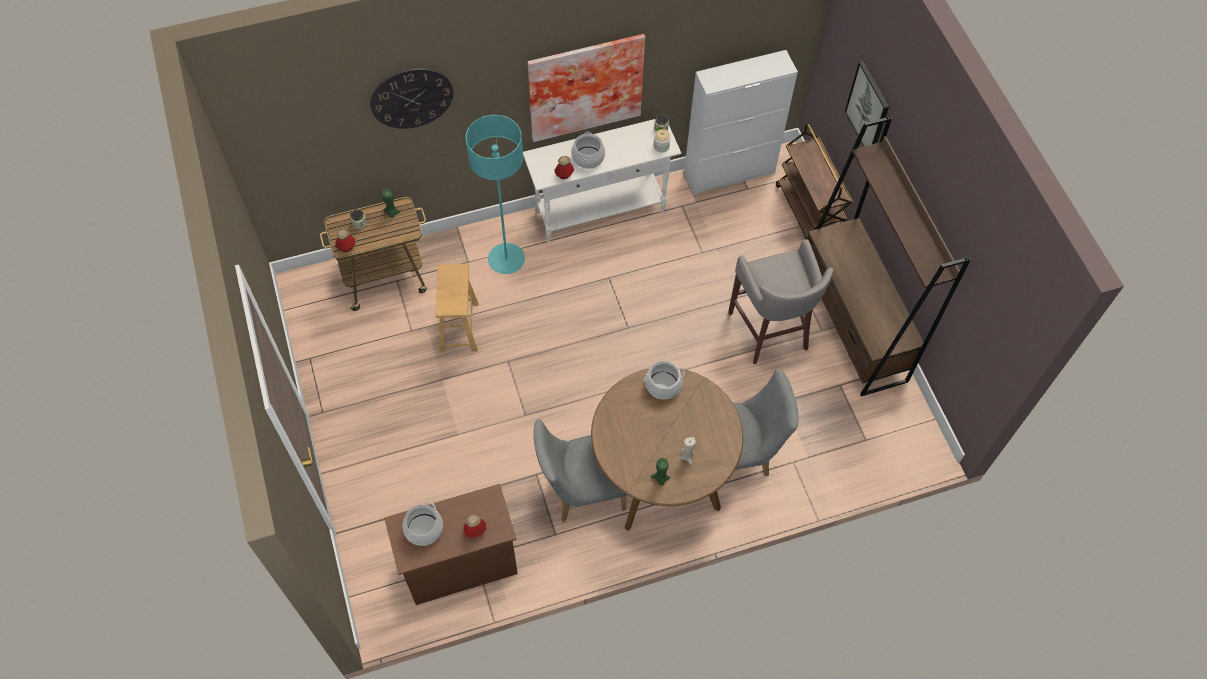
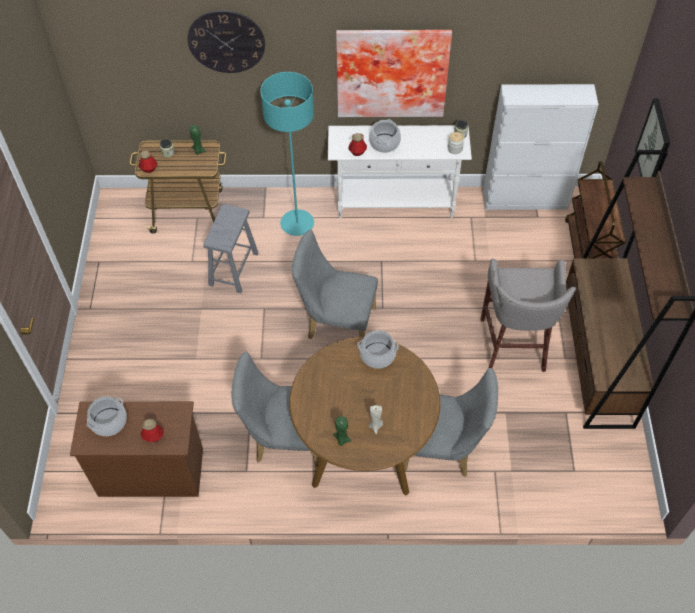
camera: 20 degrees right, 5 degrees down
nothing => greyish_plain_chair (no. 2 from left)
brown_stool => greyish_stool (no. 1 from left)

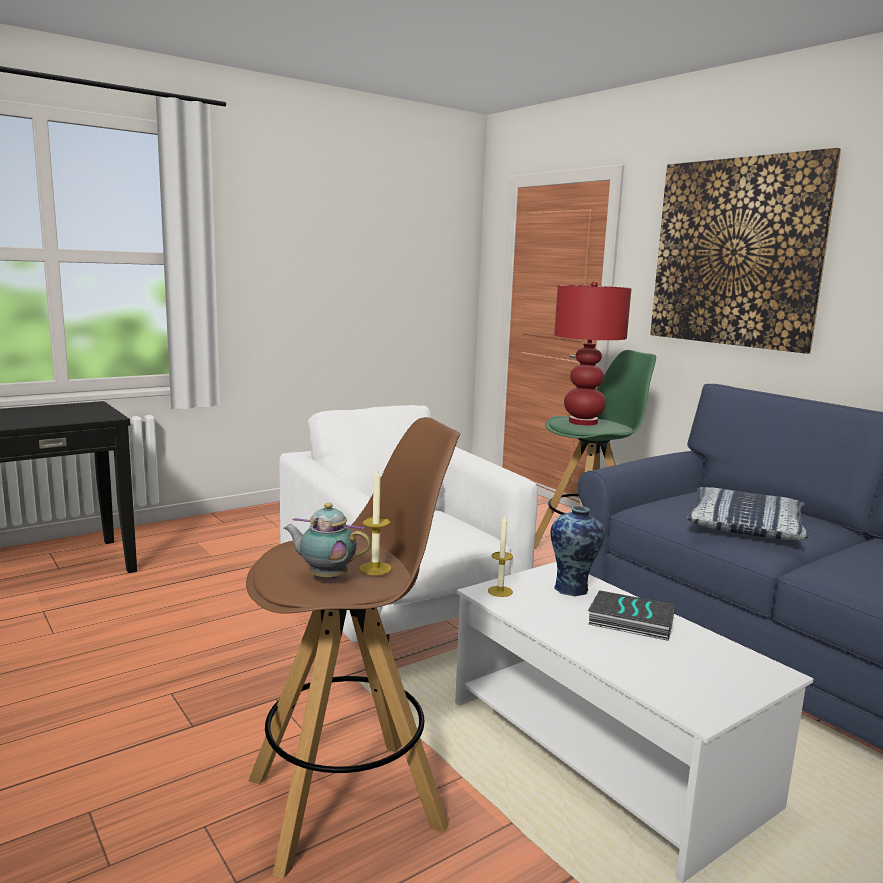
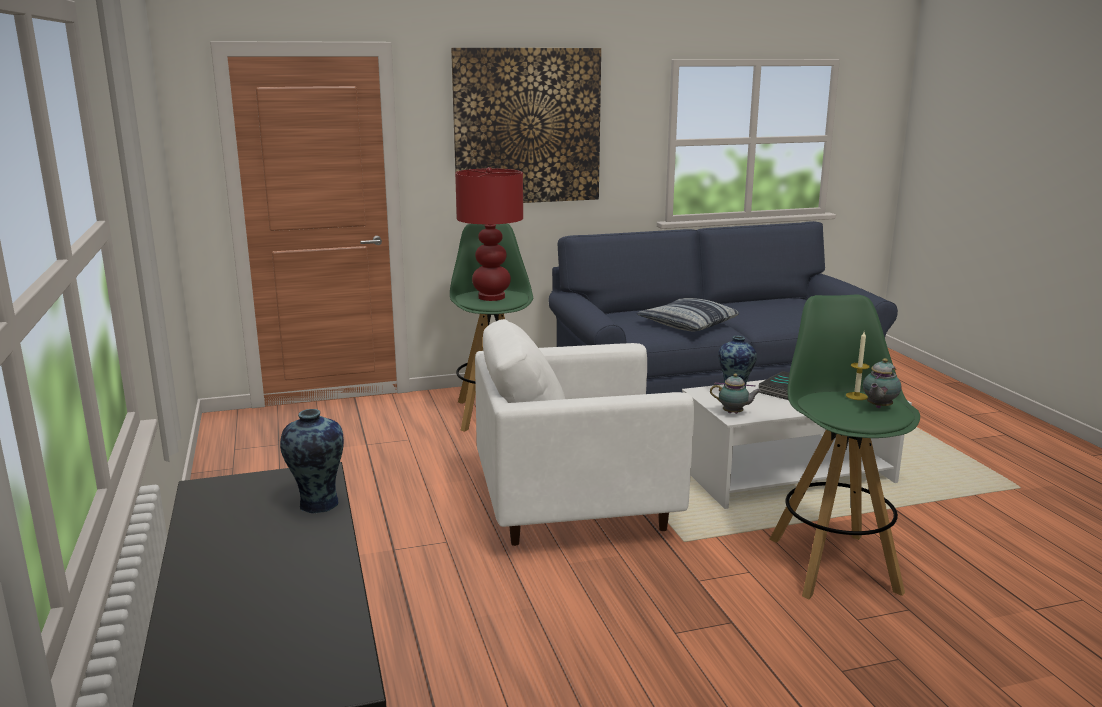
camera: 70 degrees left, 5 degrees up
nothing => vase (no. 1 from left)
wax_candle (no. 2 from left) => teapot (no. 1 from left)
brown_stool => green_stool (no. 2 from left)

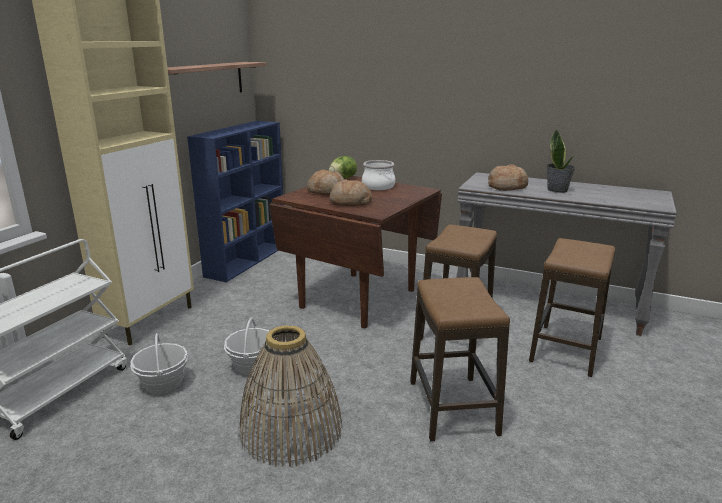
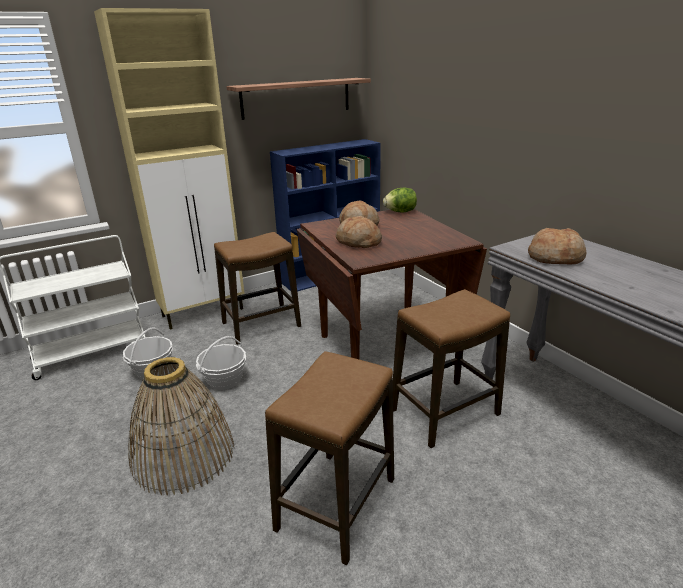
camera: 35 degrees right, 5 degrees up
saucepot => nothing
houseplant => nothing
stool (no. 3 from left in the first image) => stool (no. 1 from left), shifted

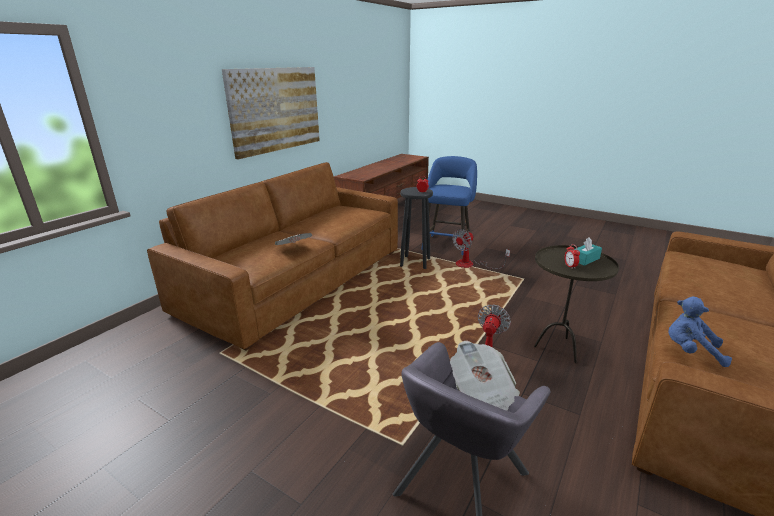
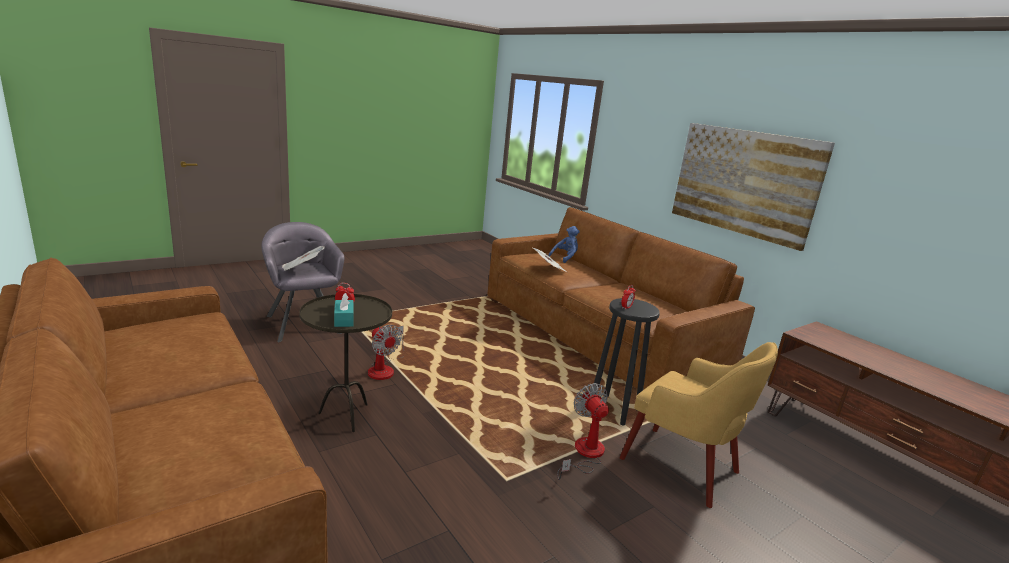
camera: 110 degrees right, 5 degrees down
bluish_cuddly_toy, shifted
bluish_stool => yellow_armchair

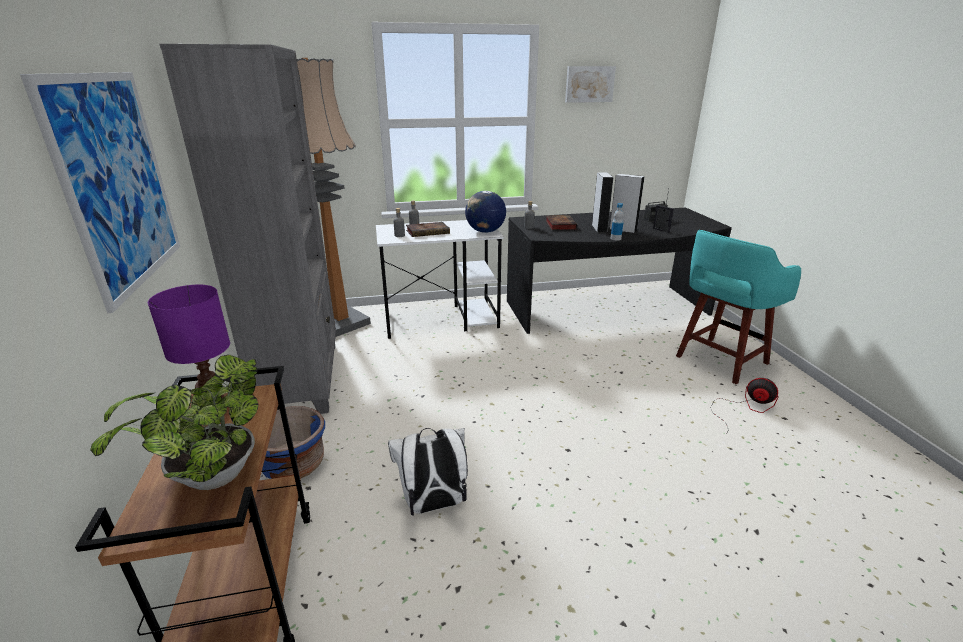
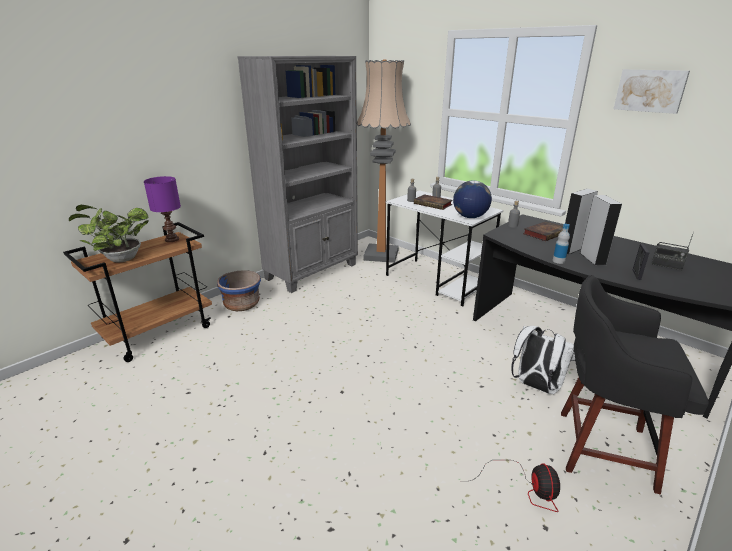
camera: 55 degrees right, 0 degrees up
wall_art (no. 1 from left) => nothing
white-coloured_backpack, shifted
turquoise_stool => black-coloured_stool

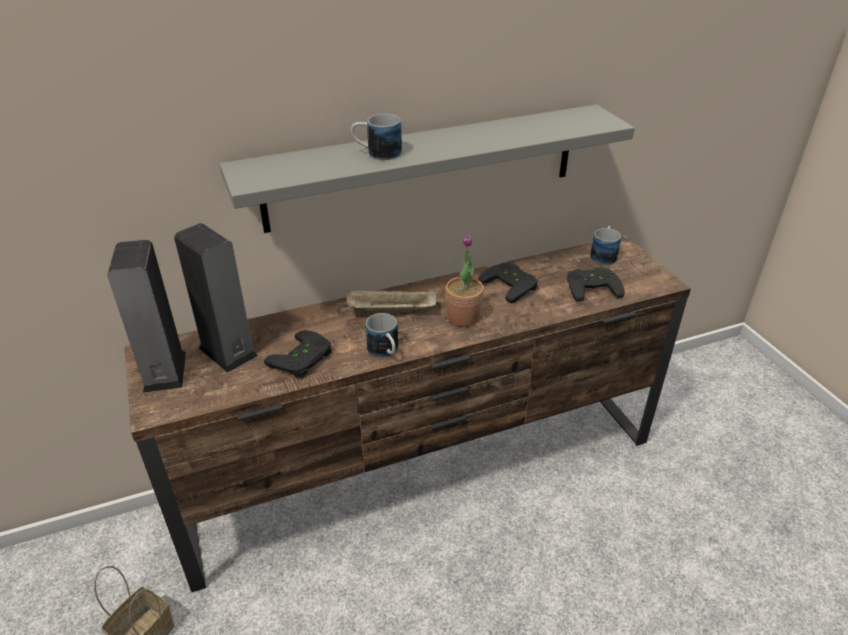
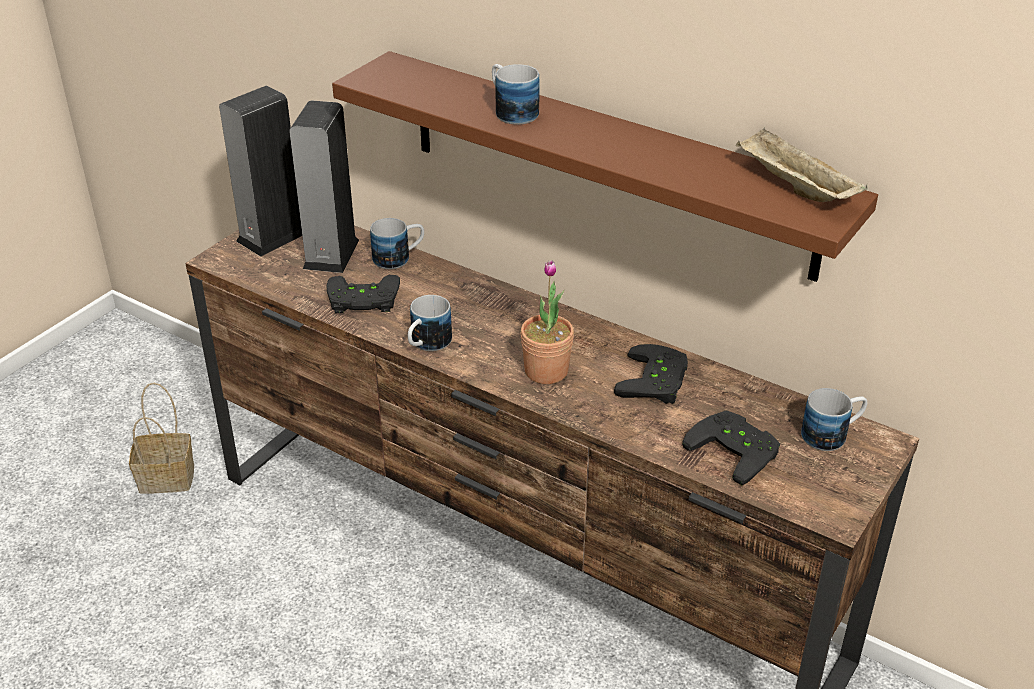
camera: 55 degrees right, 0 degrees up
nothing => mug (no. 1 from left)
sand-coloured_carrying_tray, shifted
greyish_wall_shelf => brown_wall_shelf

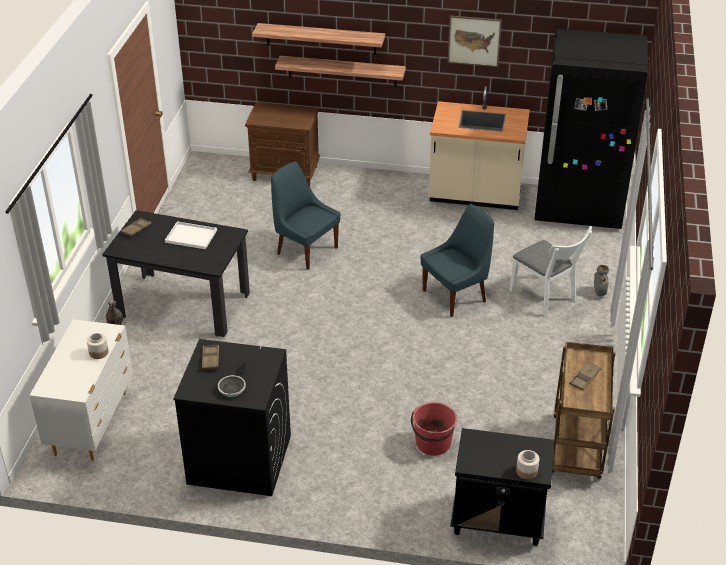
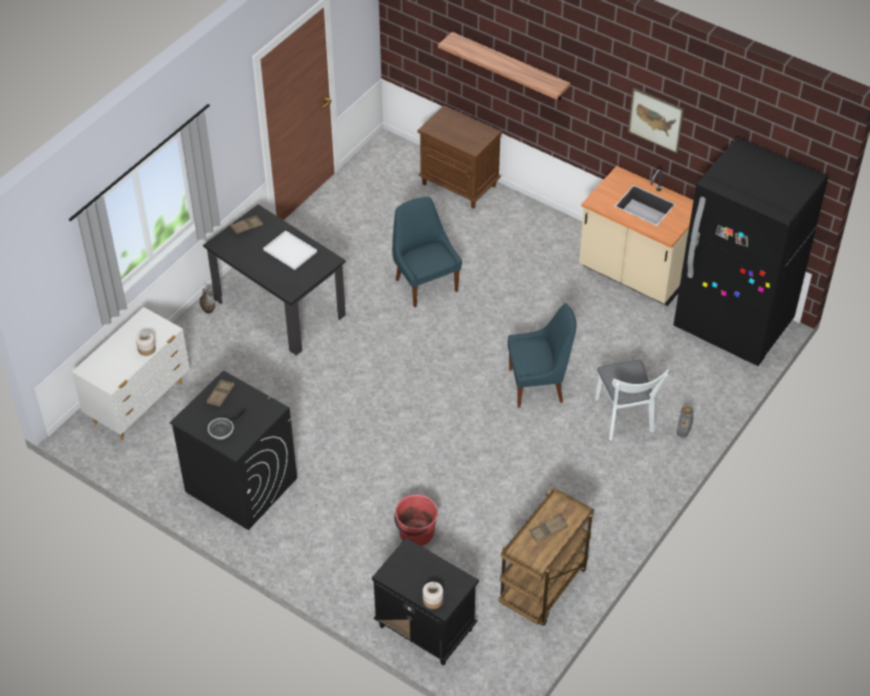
camera: 25 degrees right, 10 degrees up
wall_shelf (no. 2 from left) => nothing

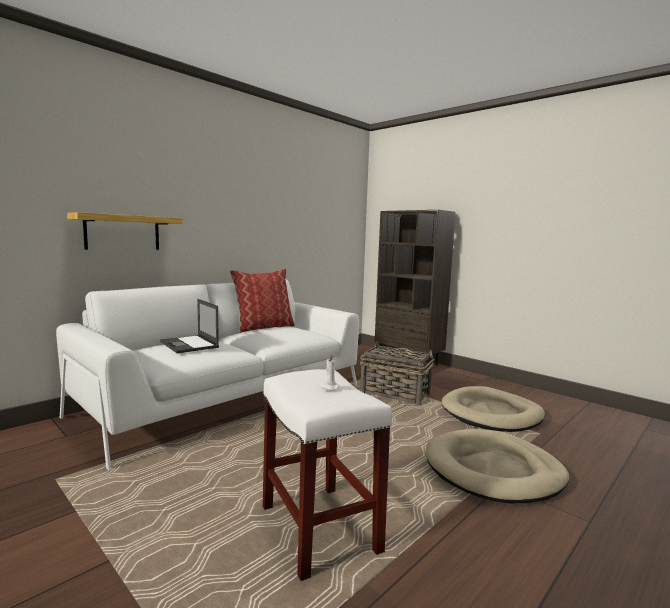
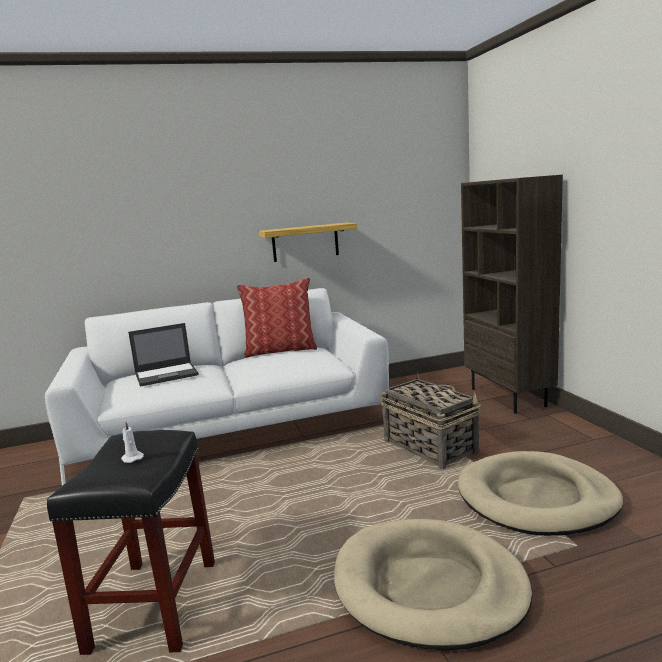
camera: 30 degrees right, 5 degrees up
wall_shelf, shifted
white-coloured_stool => black-coloured_stool
portable_computer, 105 degrees counterclockwise

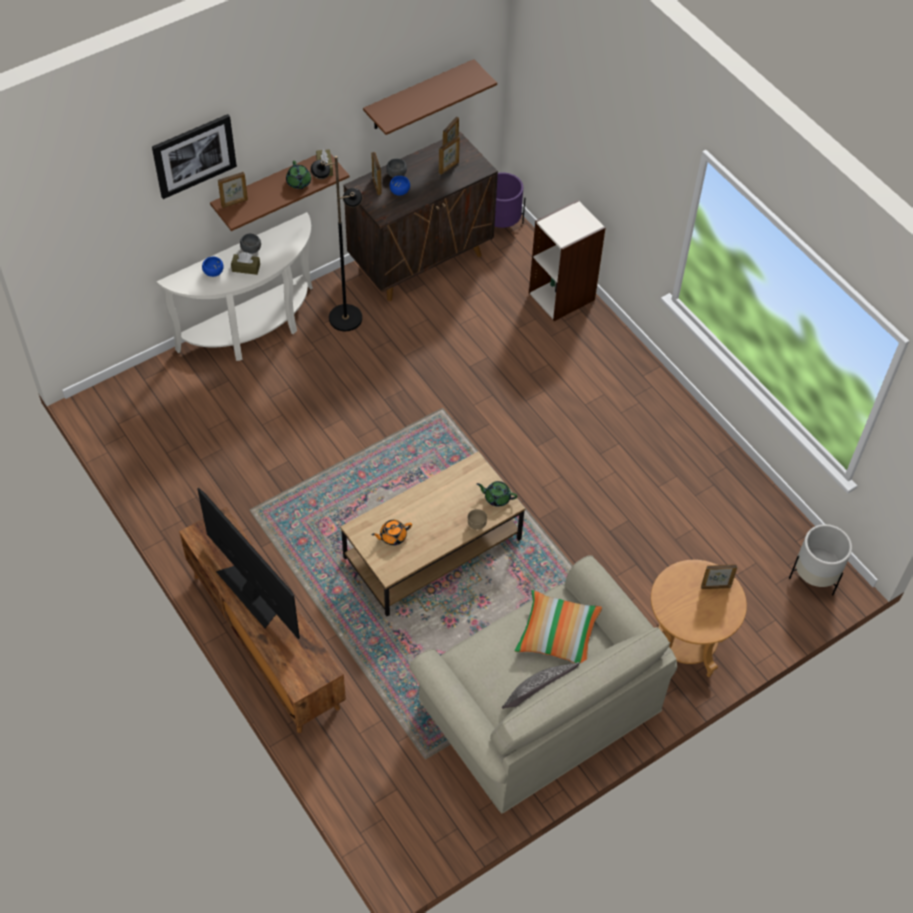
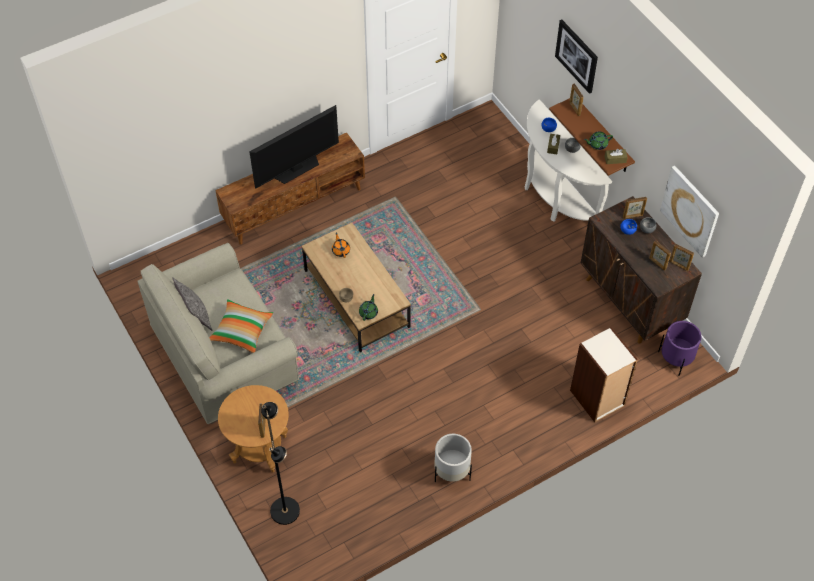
camera: 95 degrees right, 0 degrees up
black-coloured_standard_lamp, shifted
white-coloured_flower_pot, shifted
brown_wall_shelf (no. 2 from left) => wall_art (no. 2 from left)

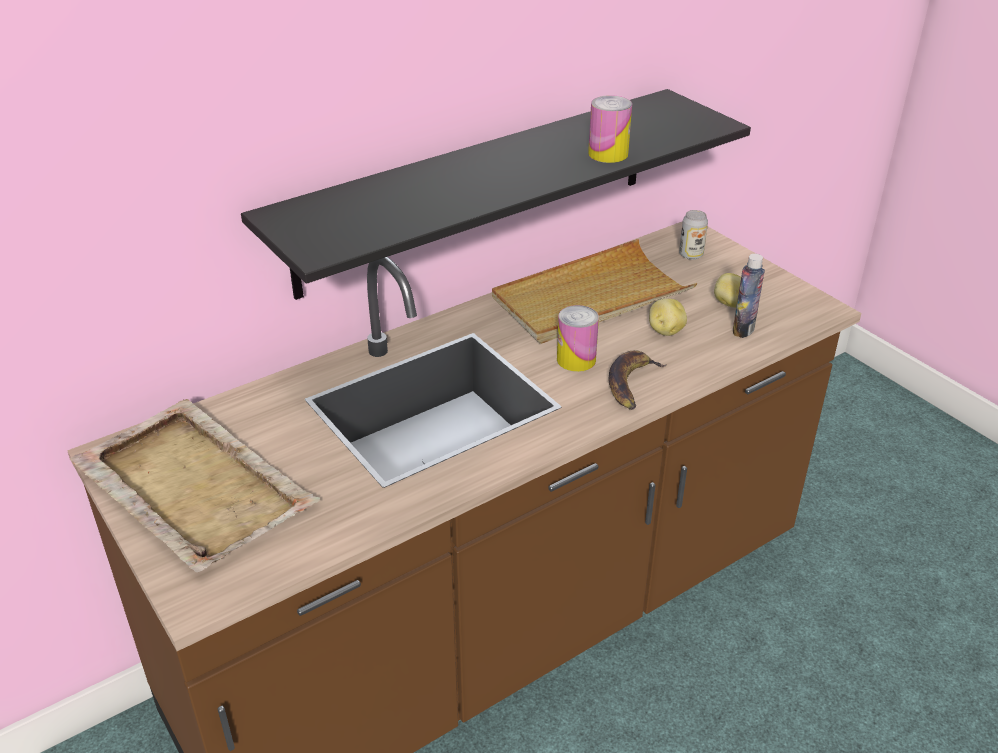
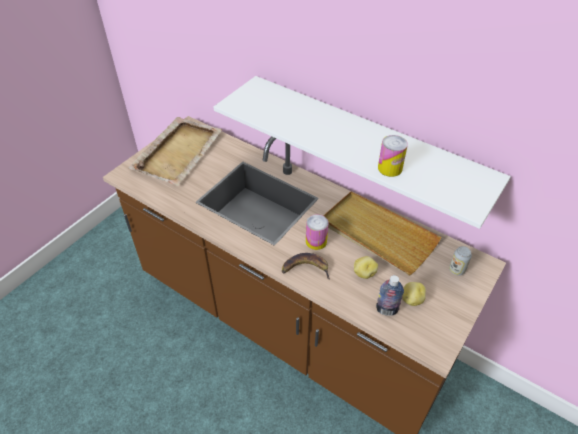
camera: 70 degrees right, 10 degrees up
black-coloured_wall_shelf => white-coloured_wall_shelf

